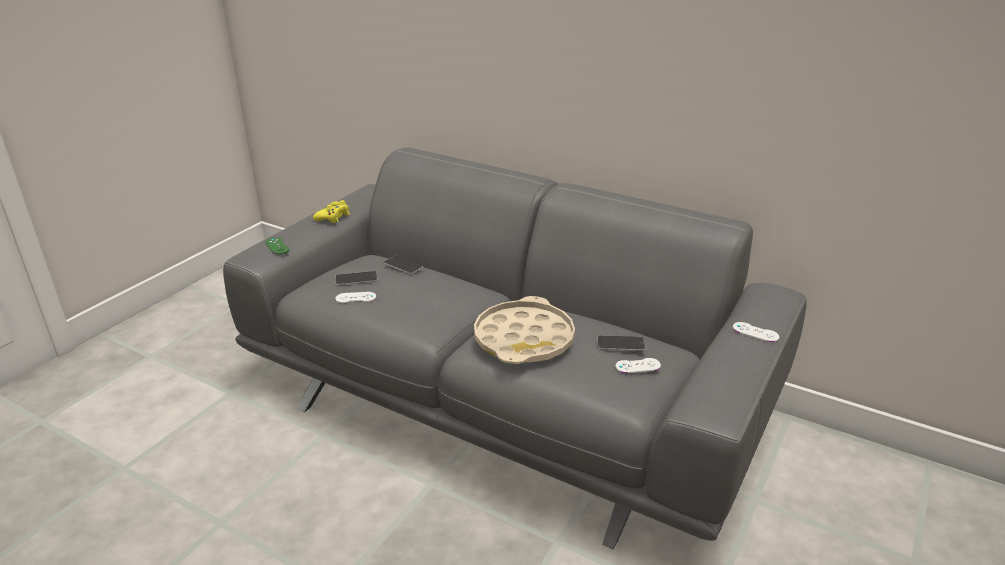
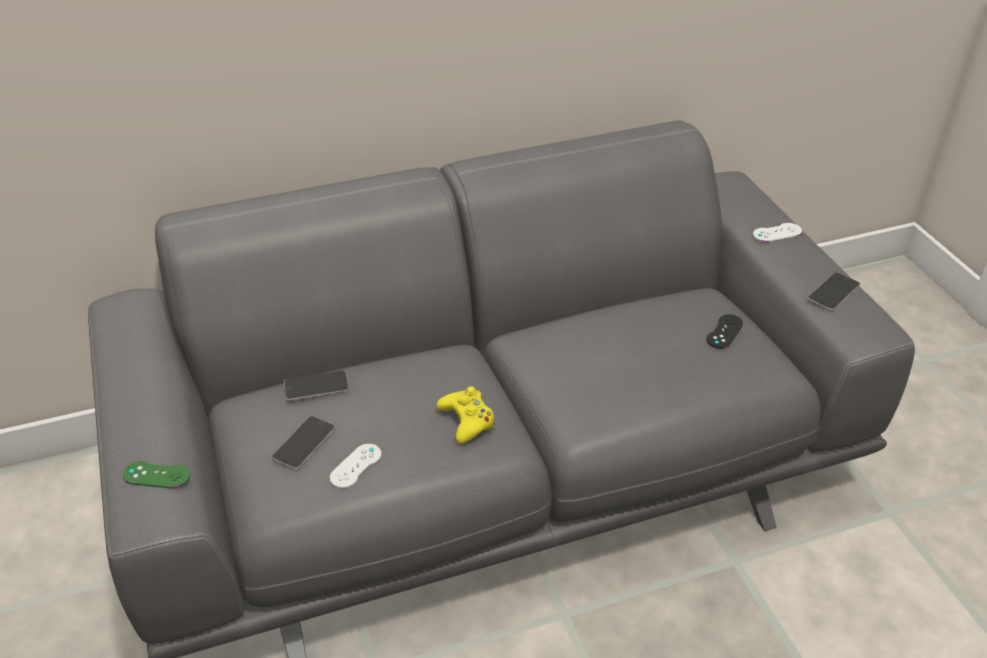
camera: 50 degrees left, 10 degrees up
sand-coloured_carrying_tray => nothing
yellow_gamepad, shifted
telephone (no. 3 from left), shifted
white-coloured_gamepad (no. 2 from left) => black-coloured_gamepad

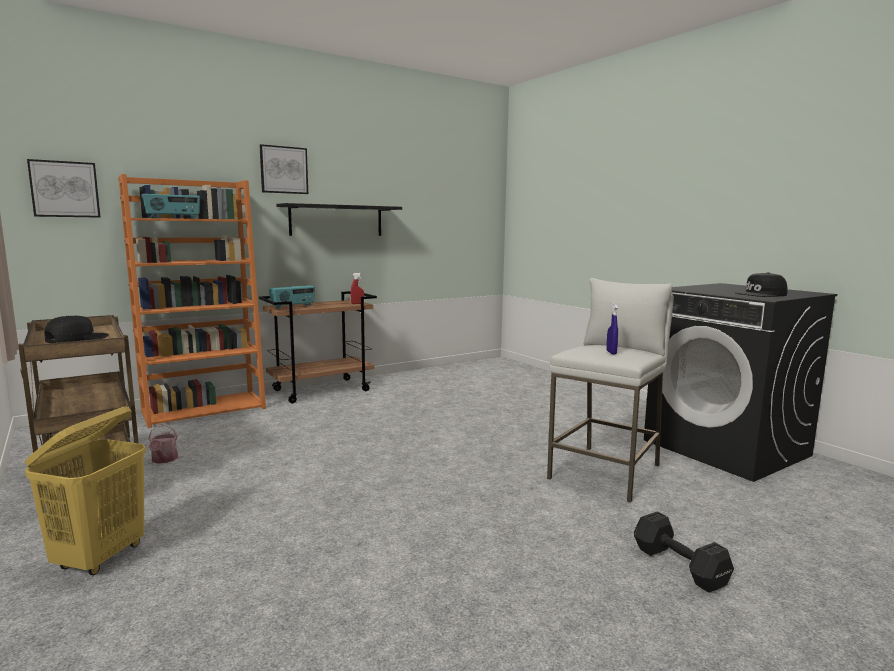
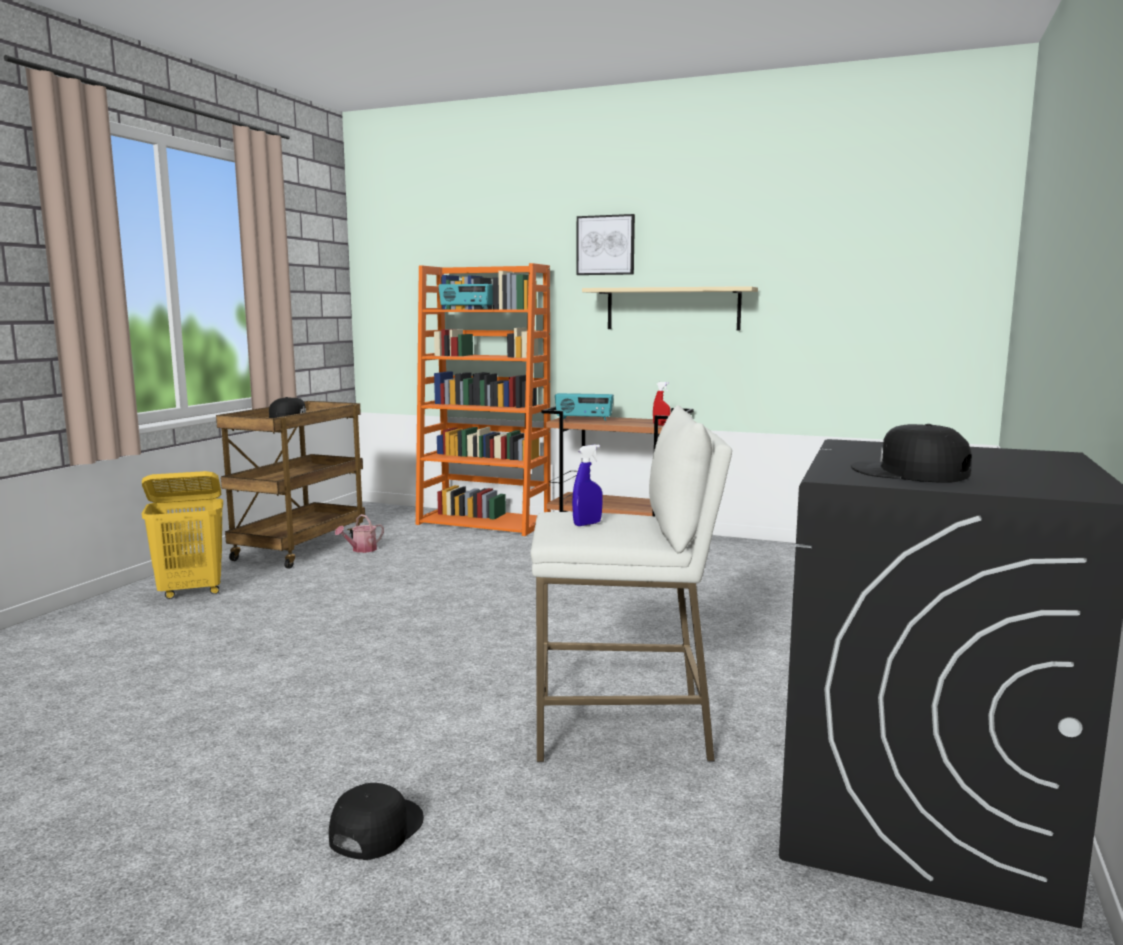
camera: 55 degrees right, 0 degrees up
wall_art (no. 1 from left) => nothing
black-coloured_free_weight => black-coloured_baseball_cap (no. 2 from left)
black-coloured_wall_shelf => sand-coloured_wall_shelf

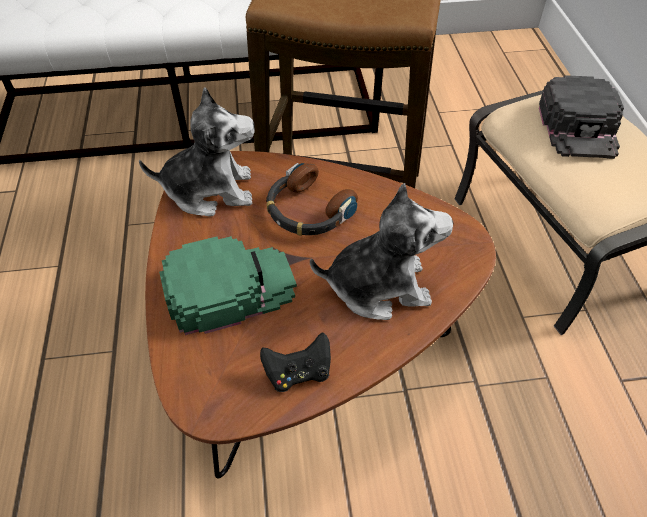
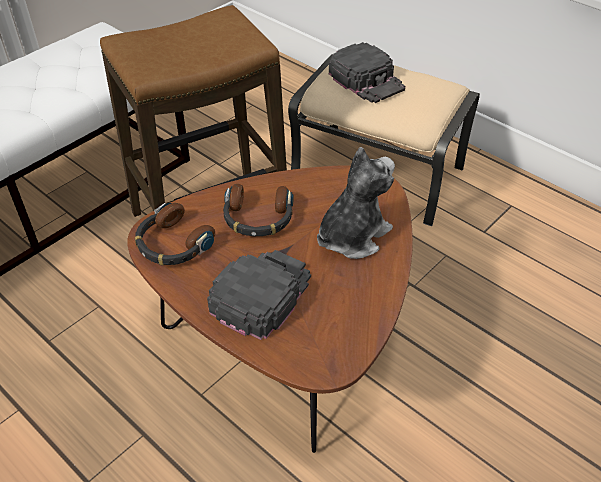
camera: 40 degrees left, 5 degrees down
black-coloured_gamepad => nothing
cuddly_toy (no. 1 from left) => headphones (no. 1 from left)
green_baseball_cap => black-coloured_baseball_cap (no. 1 from left)

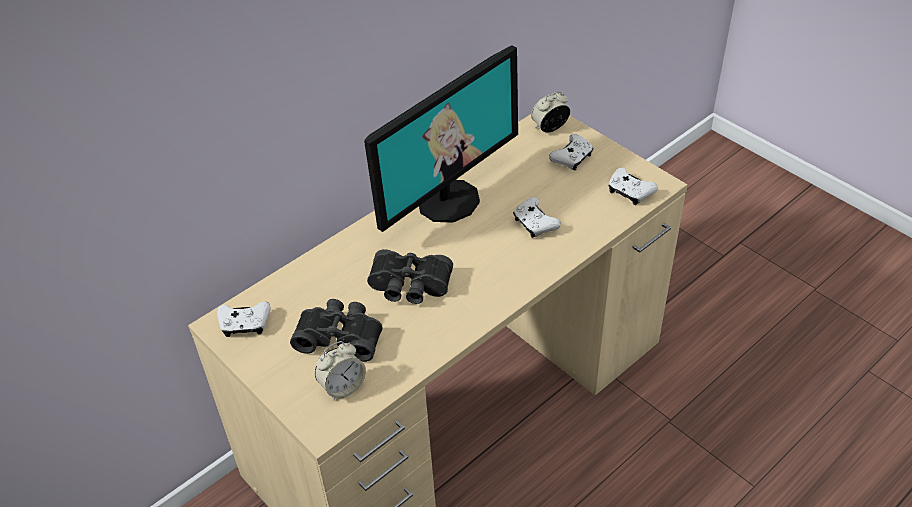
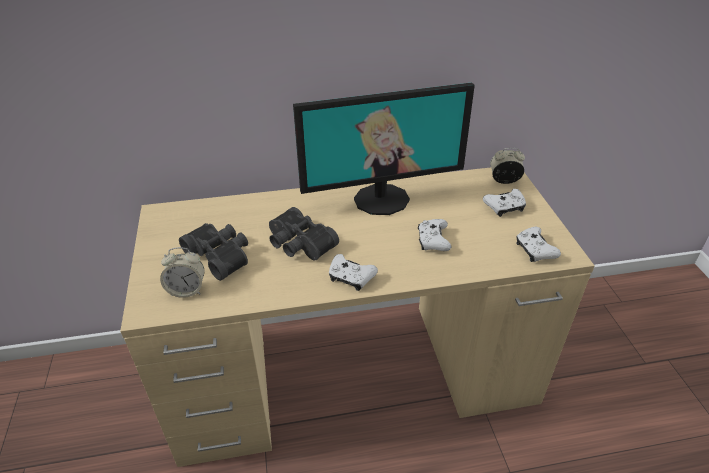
camera: 30 degrees right, 5 degrees down
white-coloured_gamepad (no. 1 from left), shifted

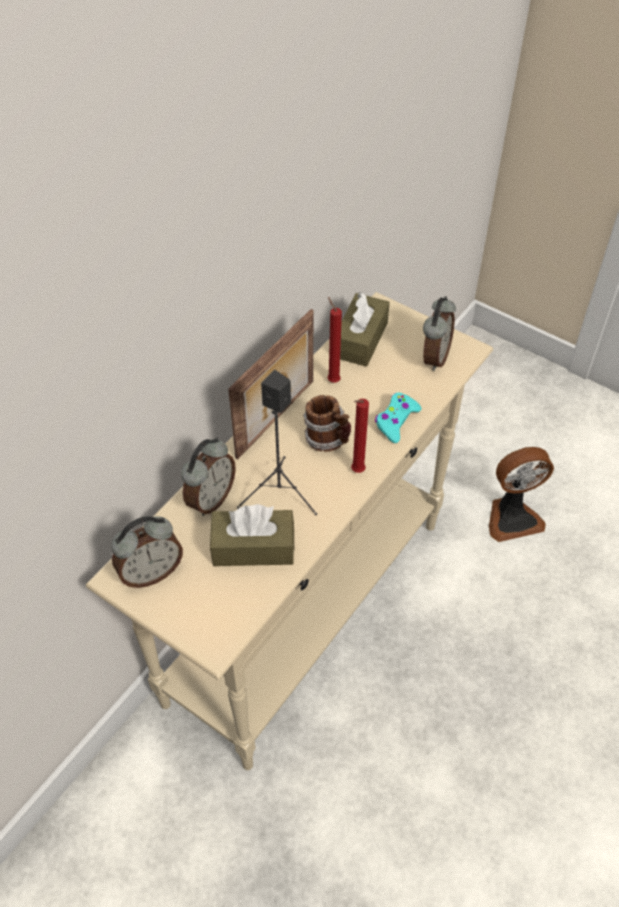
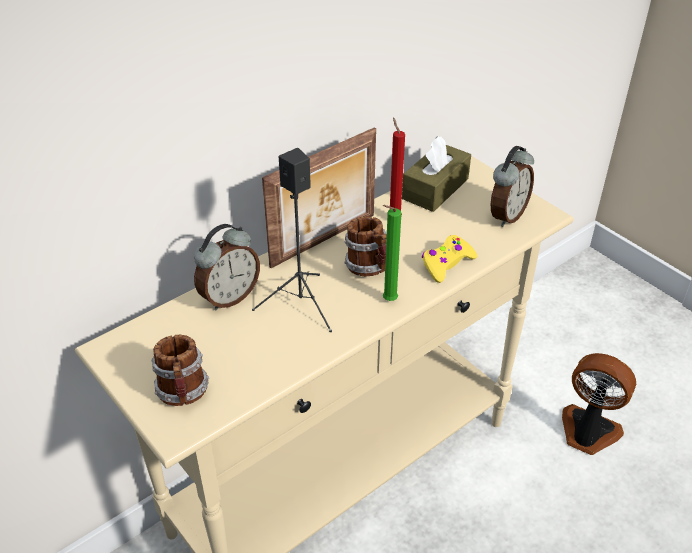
camera: 15 degrees right, 10 degrees down
table_clock (no. 1 from left) => nothing
brown_tissue_box (no. 1 from left) => nothing
nothing => mug (no. 1 from left)
reddish_wax_candle (no. 2 from left) => green_wax_candle
turquoise_gamepad => yellow_gamepad
electric_fan, 150 degrees counterclockwise

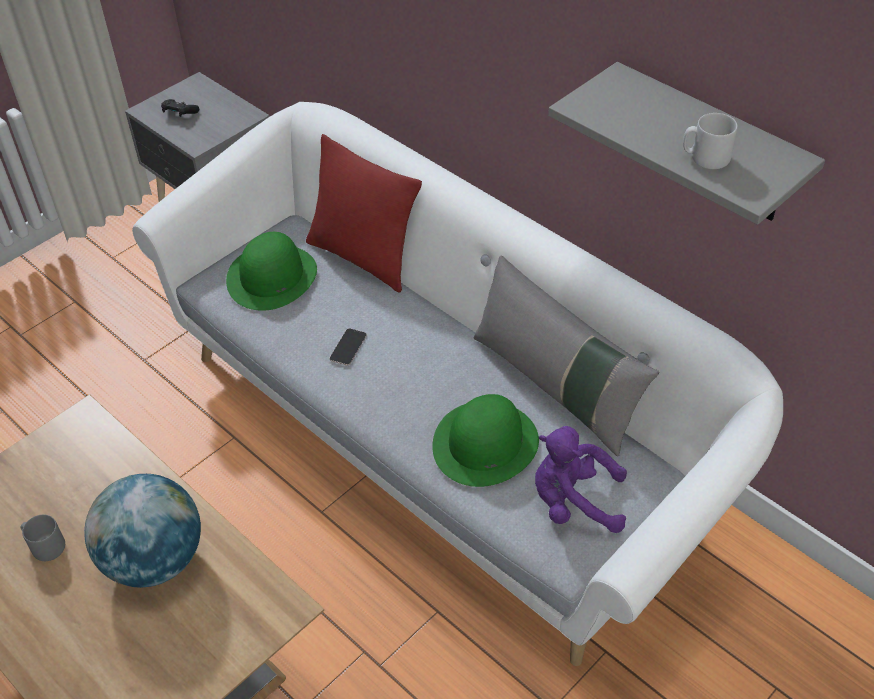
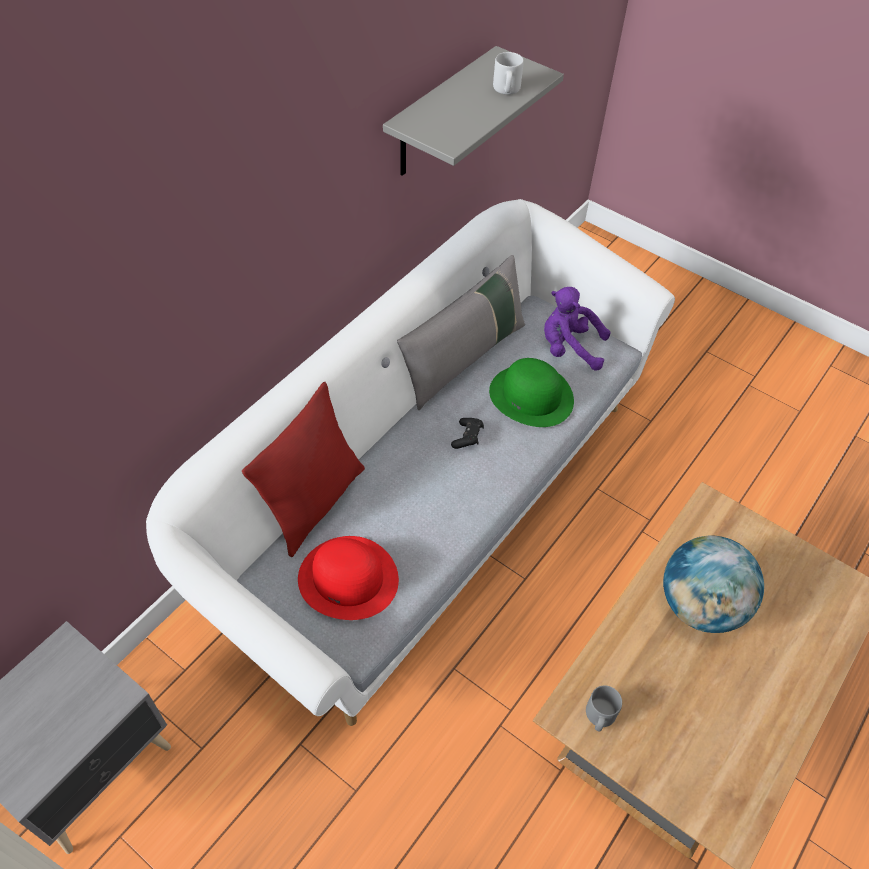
camera: 100 degrees left, 5 degrees up
telephone => nothing
greyish_mug (no. 1 from left in the first image) => greyish_mug (no. 2 from left), shifted
black-coloured_gamepad, shifted
green_wearable_hat (no. 1 from left) => reddish_wearable_hat
purple_cuddly_toy, 105 degrees clockwise

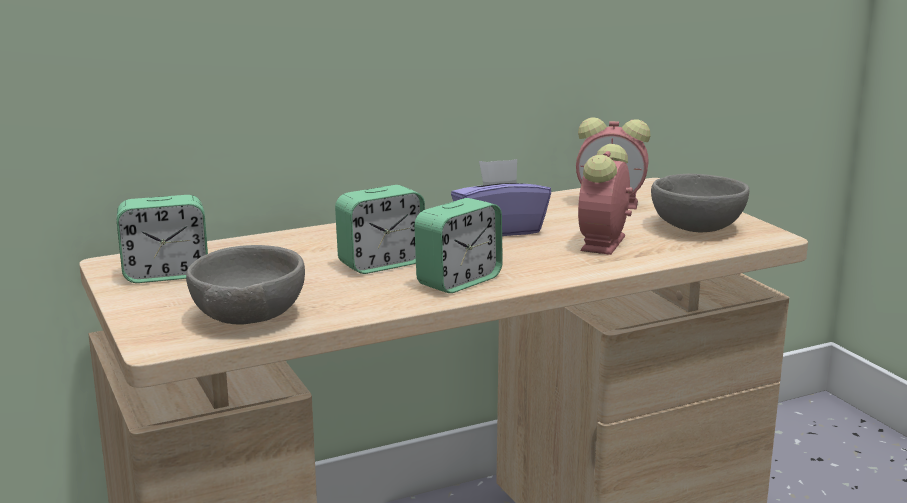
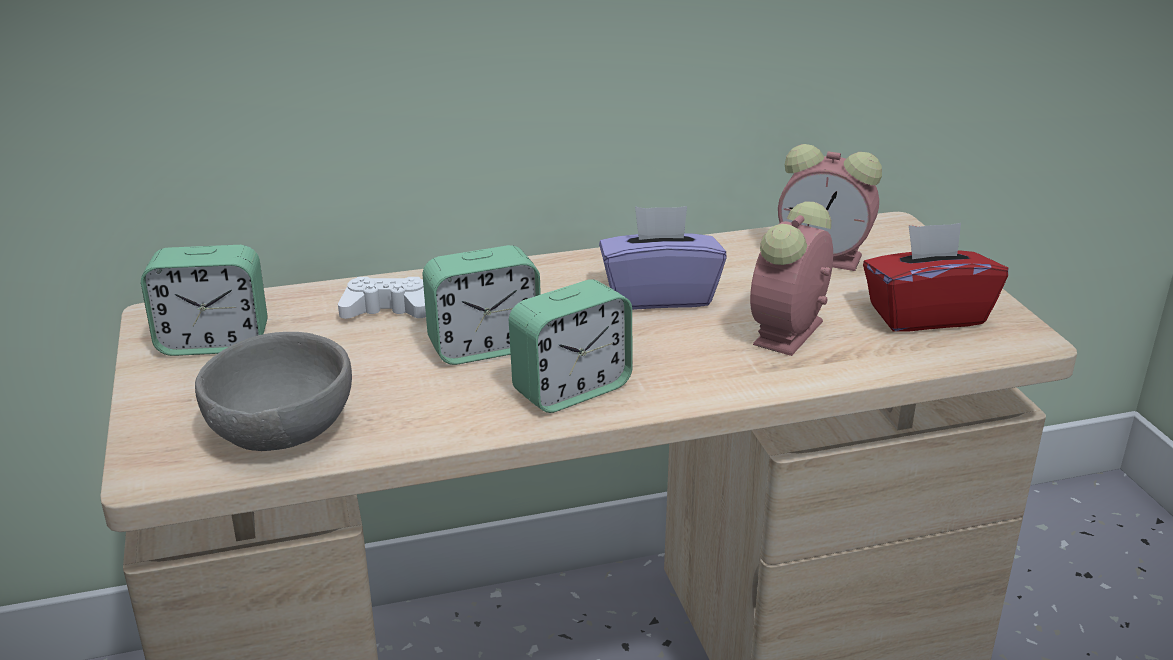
camera: 10 degrees right, 10 degrees up
nothing => white-coloured_gamepad
greyish_deep_dish (no. 2 from left) => reddish_tissue_box

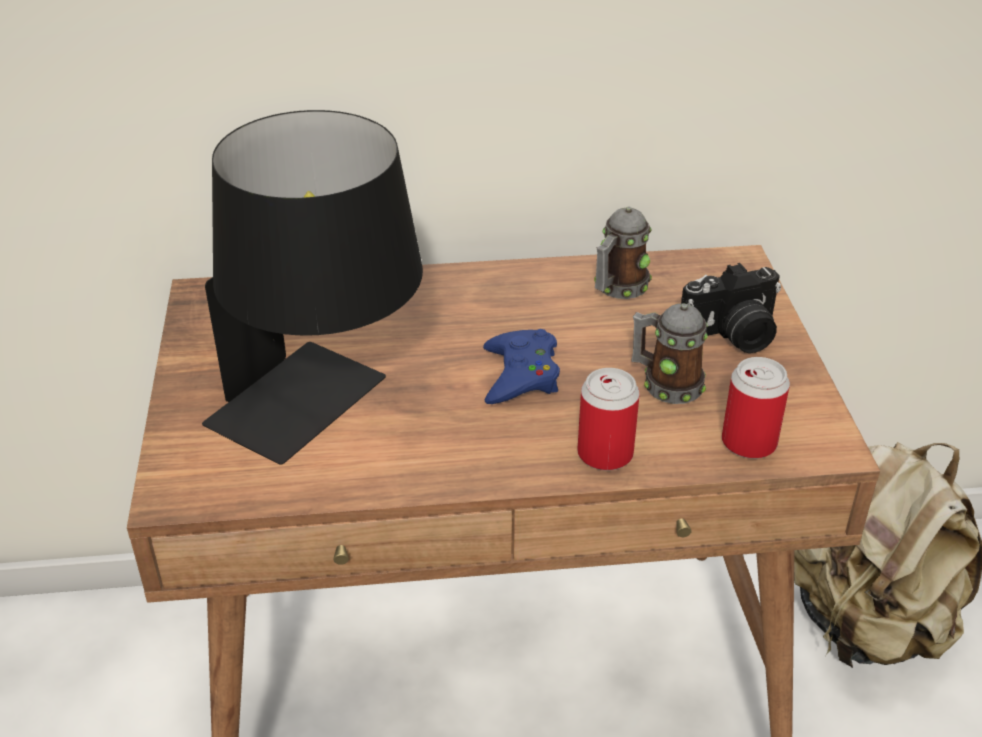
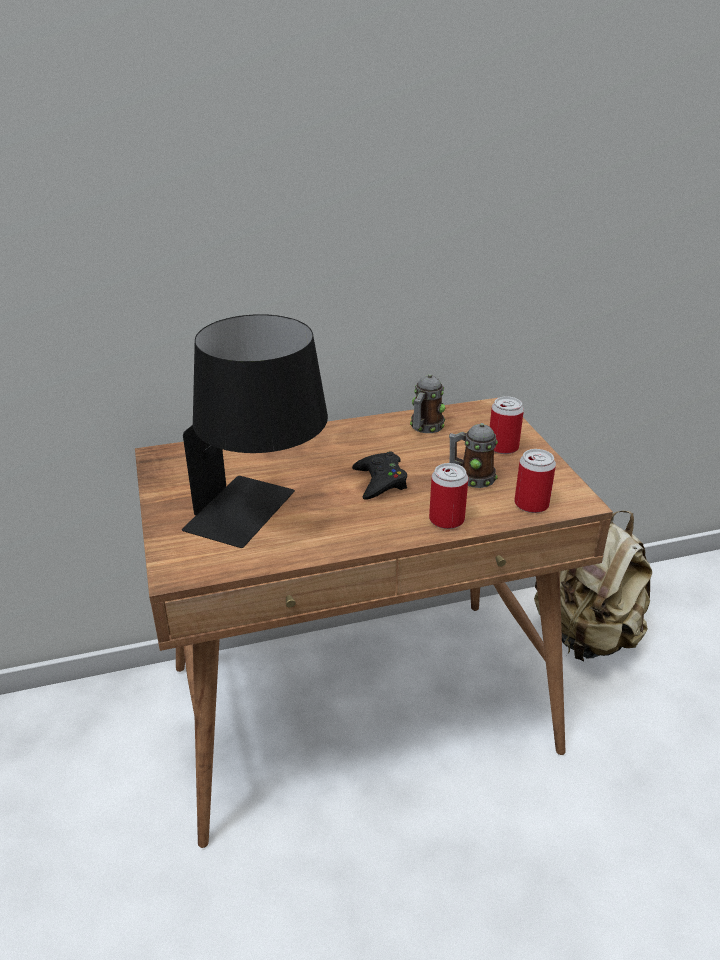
camera: 10 degrees left, 5 degrees down
still_camera => metal_can (no. 2 from left)
bluish_gamepad => black-coloured_gamepad

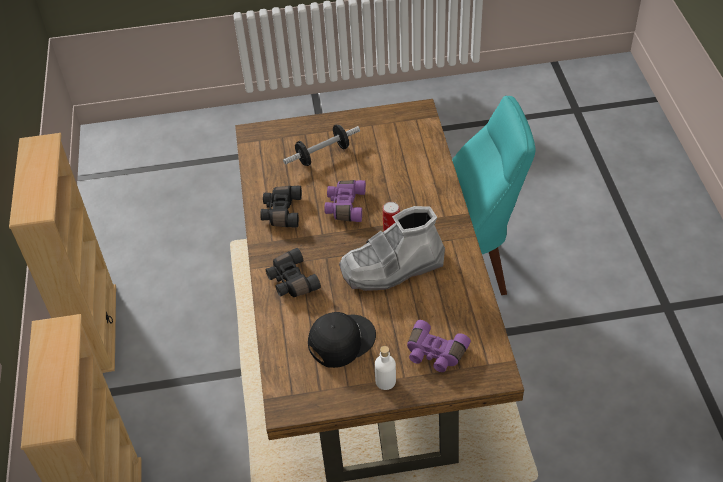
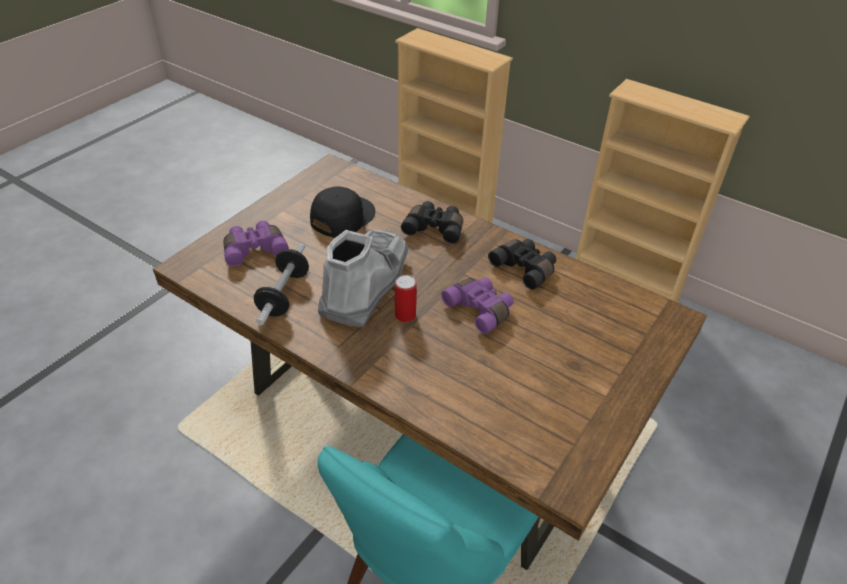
camera: 130 degrees right, 5 degrees down
white-coloured_drink_bottle => nothing
free_weight, shifted
black-coloured_baseball_cap, 150 degrees counterclockwise

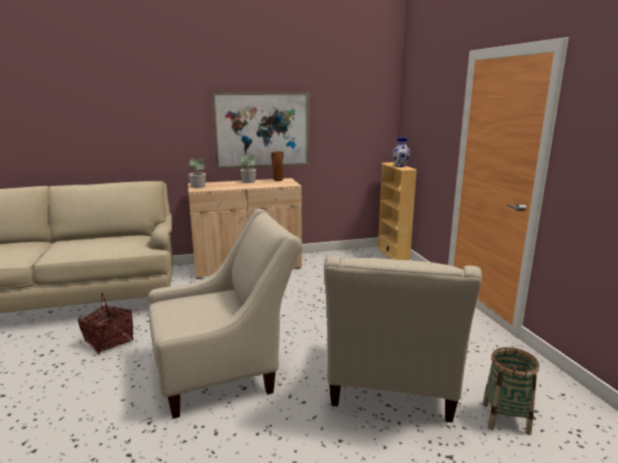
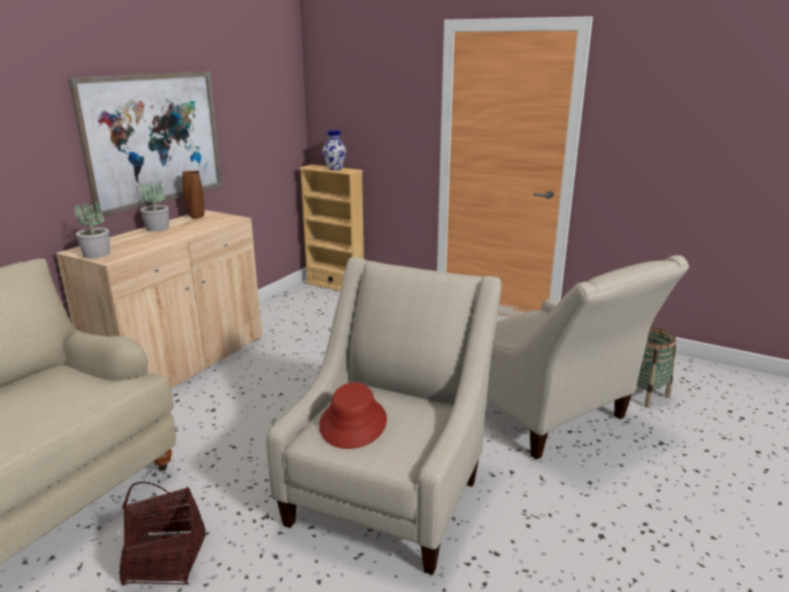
camera: 45 degrees left, 5 degrees up
nothing => reddish_wearable_hat

